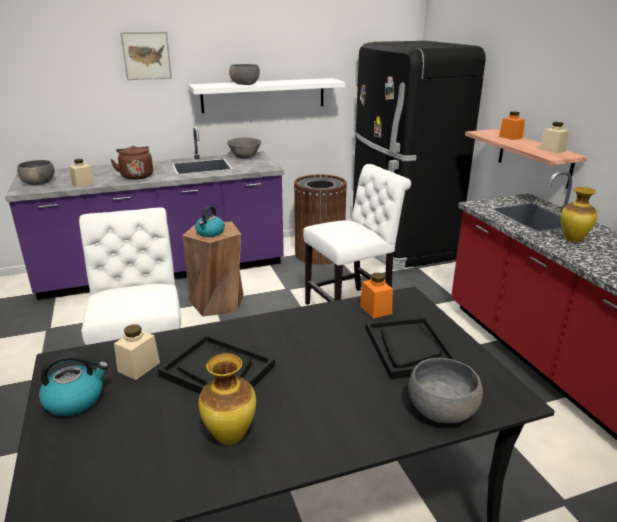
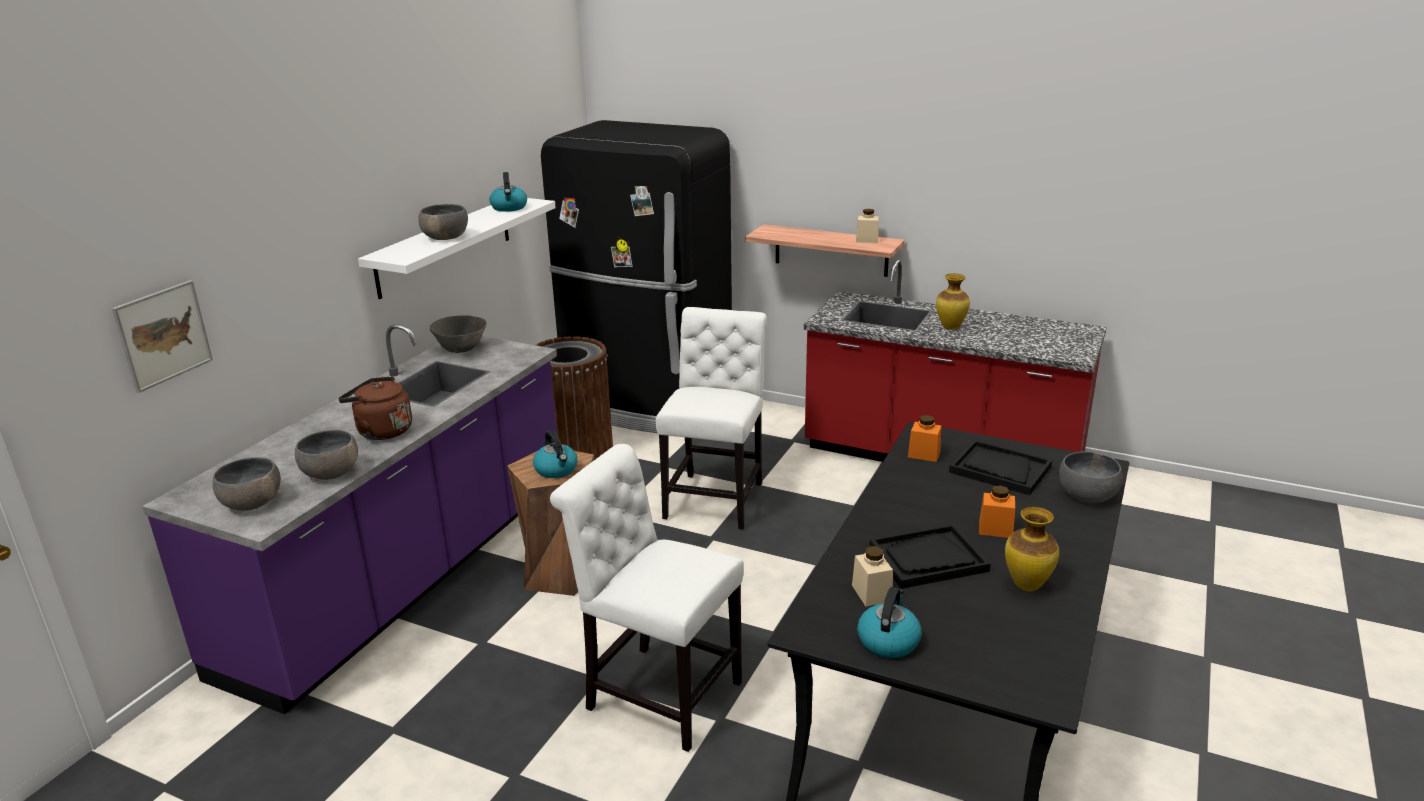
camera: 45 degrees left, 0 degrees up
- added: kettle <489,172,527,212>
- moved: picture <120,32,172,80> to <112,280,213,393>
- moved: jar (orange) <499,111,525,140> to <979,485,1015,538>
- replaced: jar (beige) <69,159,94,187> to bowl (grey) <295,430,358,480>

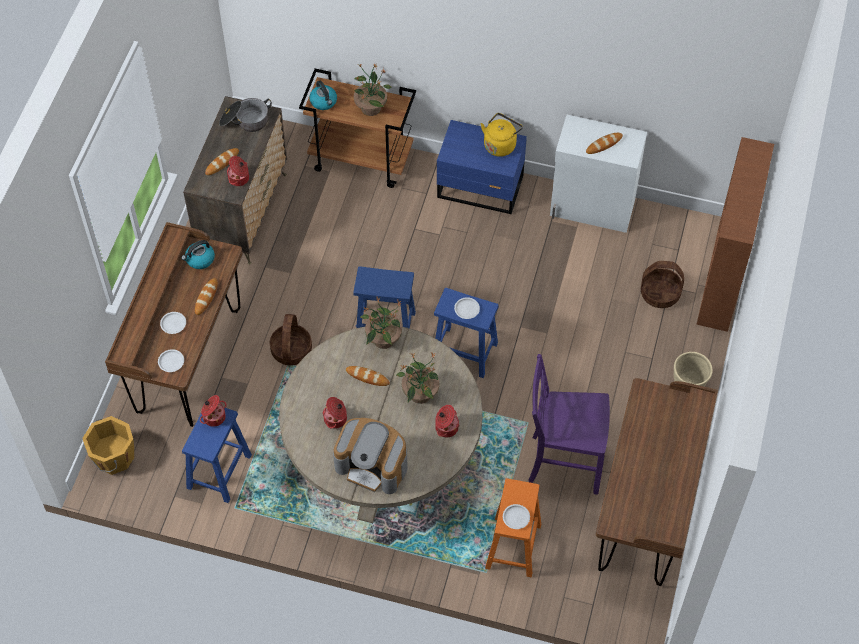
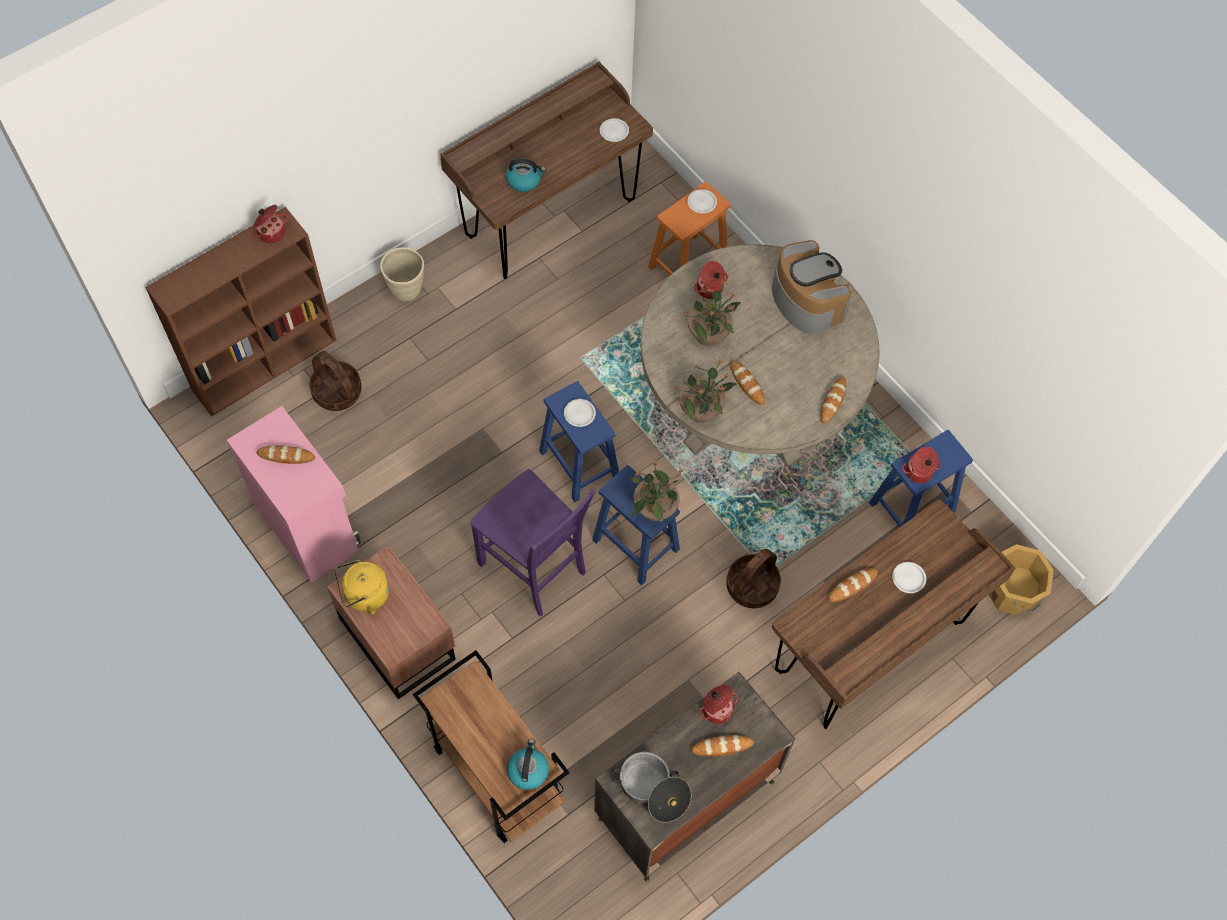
camera: 145 degrees left, 5 degrees up
- added: bread <820,377,846,424>
- moved: plate (white) <158,349,184,372> to <600,118,629,142>
- moved: kettle <181,240,215,269> to <506,158,546,192>
- moved: cooking pot <323,397,347,429> to <251,205,288,243>
- moved: potted plant <354,63,392,116> to <630,458,685,522>
- moved: chair (purple) <529,354,610,495> to <470,469,596,616>
- recoloured: nightstand (blue) <437,120,527,214> to nightstand (brown) <327,545,456,699>
- recoloured: cabinet (white) <550,115,647,233> to cabinet (pink) <227,406,361,583>

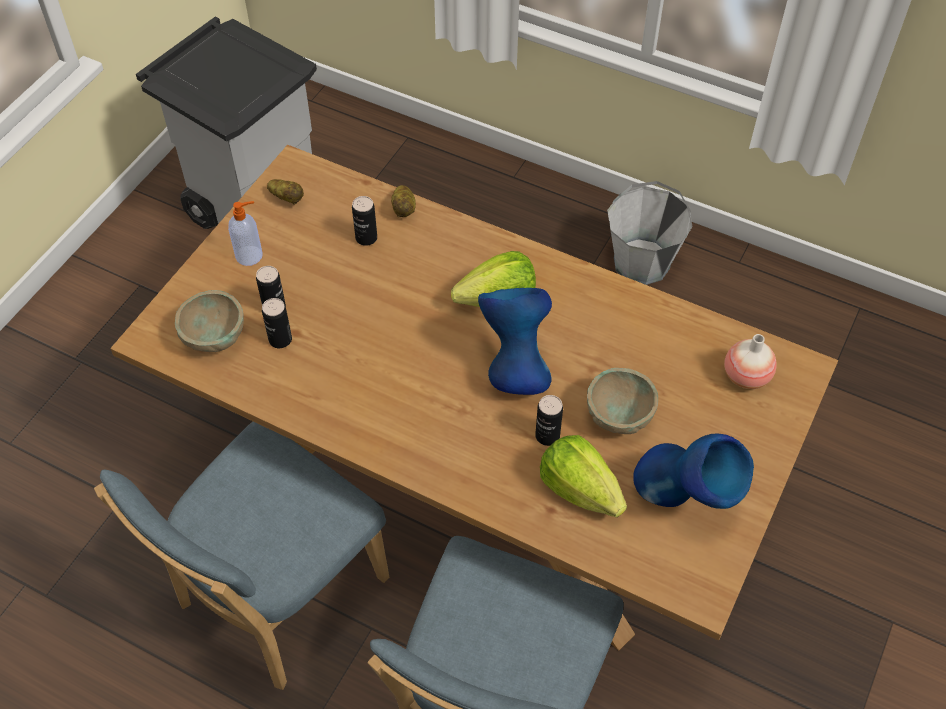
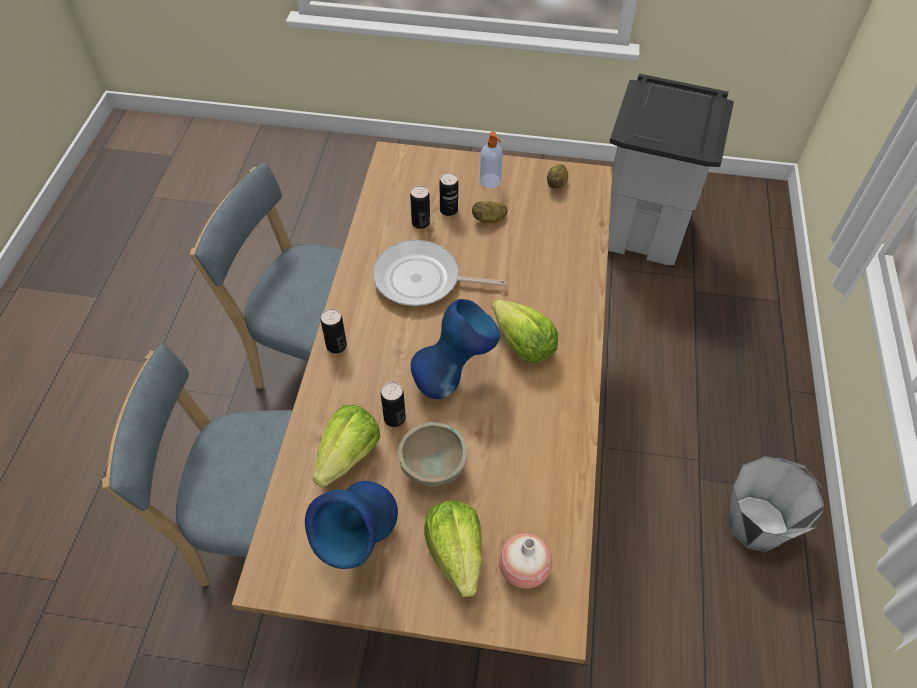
camera: 70 degrees right, 0 degrees up
- removed: bowl (beige) <175,290,244,352>
- added: frying pan <373,240,507,306>
- added: lettuce <424,501,482,597>
- moved: can <352,196,377,246> to <321,309,347,353>
- moved: potato <391,185,416,218> to <472,201,508,223>

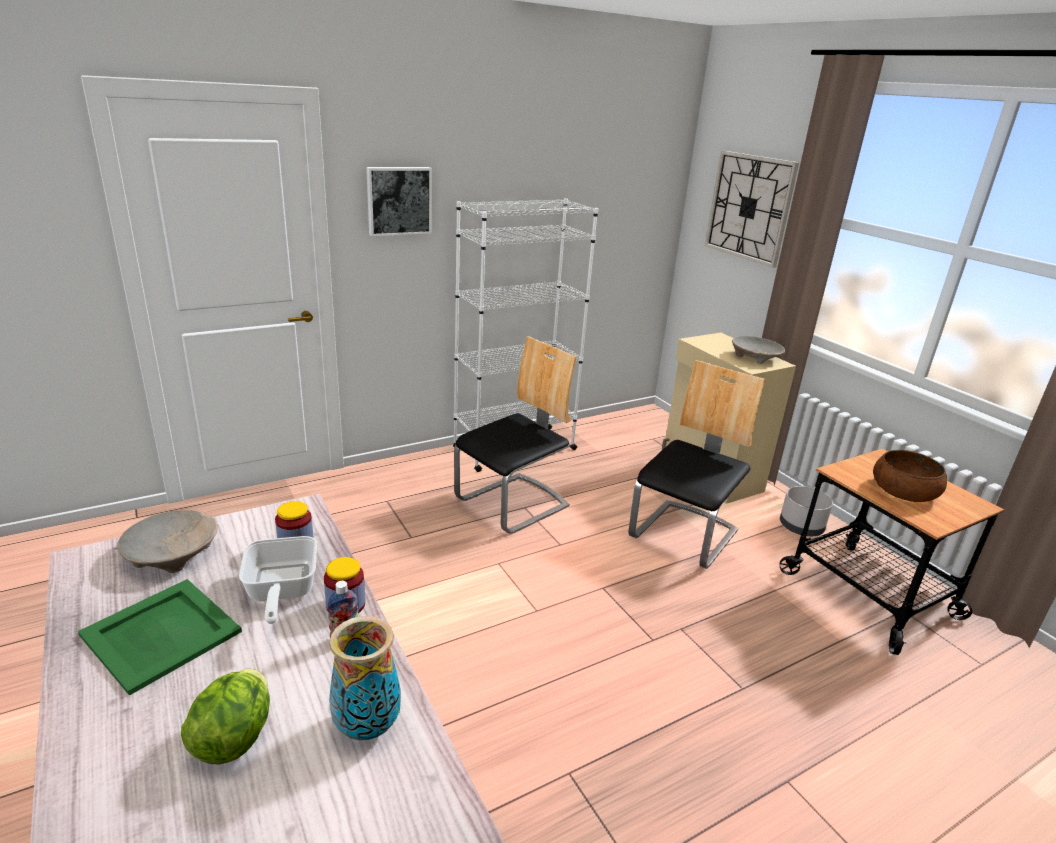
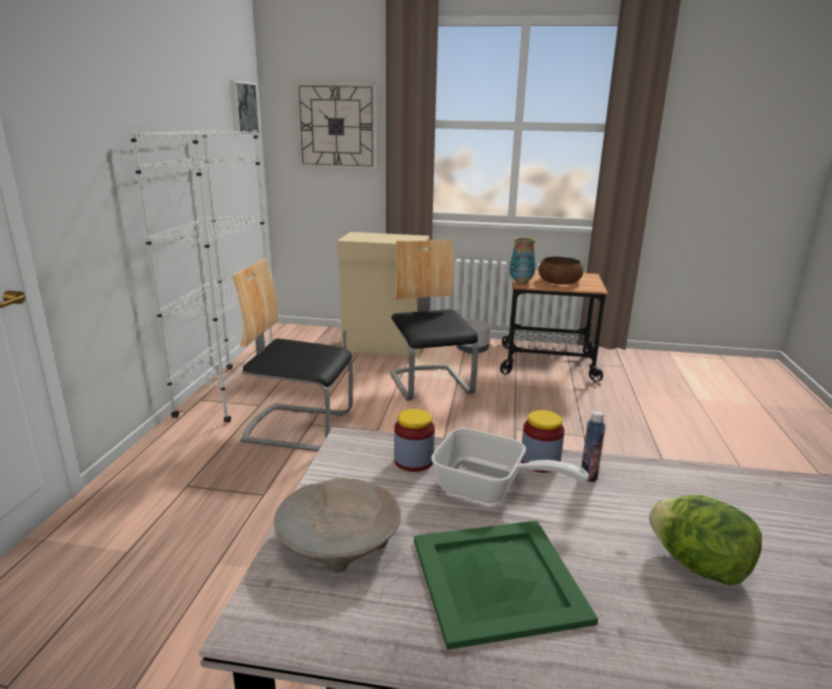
camera: 50 degrees left, 5 degrees down
- removed: bowl (beige) <732,336,785,364>
- moved: vase <329,616,401,740> to <509,237,536,284>
- moved: picture <366,167,432,236> to <229,80,260,136>
- turned: chair <454,336,576,534> = <232,258,353,451> 75 degrees counterclockwise

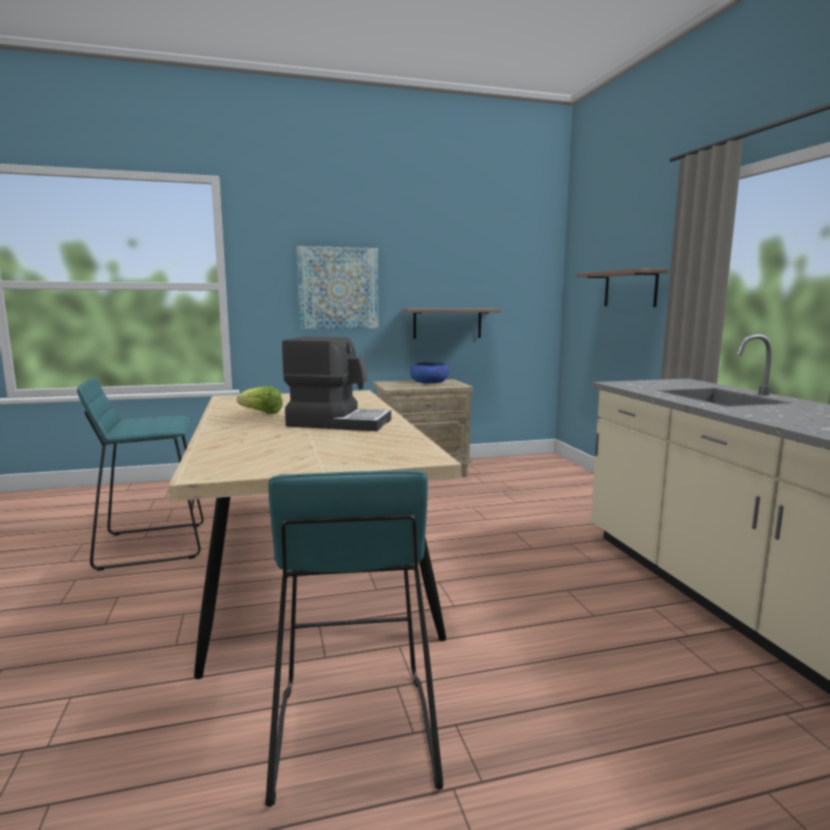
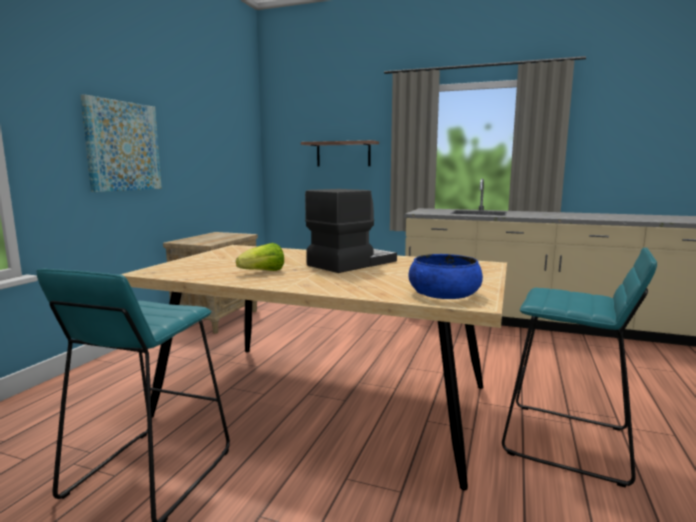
camera: 55 degrees left, 0 degrees up
- removed: shelf <403,309,501,339>
- moved: bowl (blue) <410,362,448,383> to <409,254,483,299>

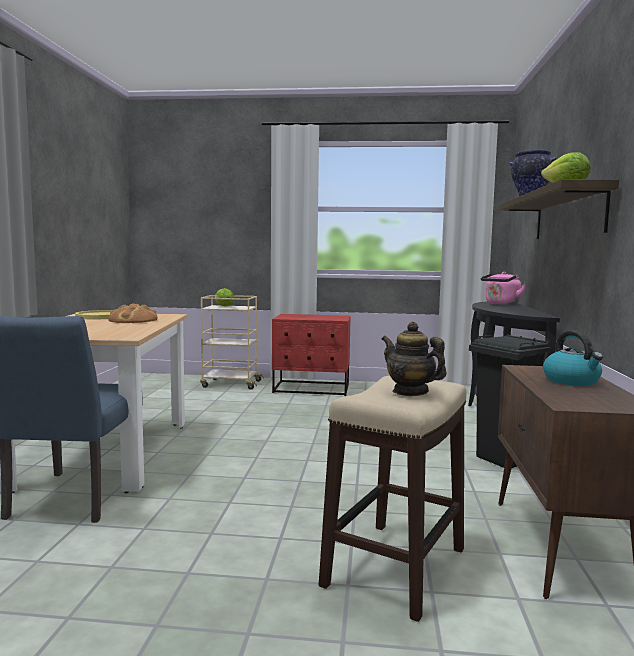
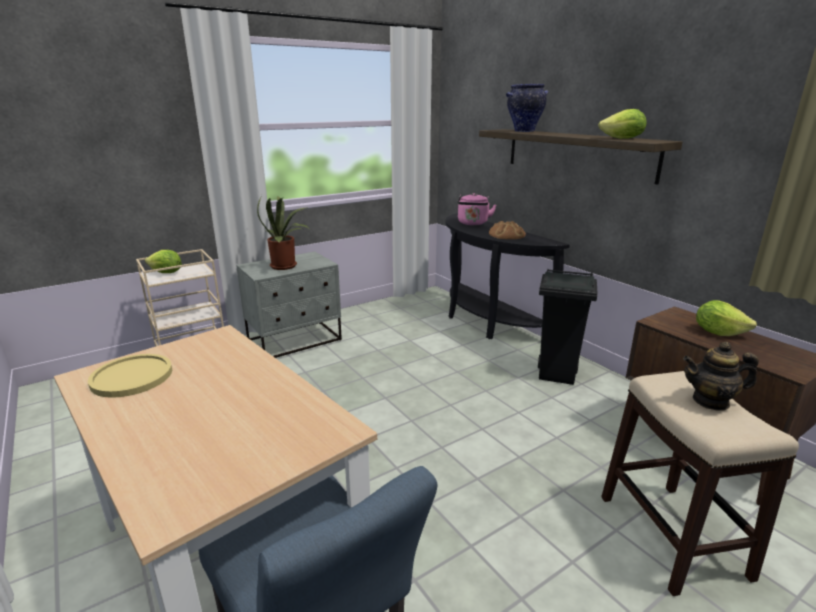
camera: 40 degrees left, 15 degrees up
- added: potted plant <257,195,308,270>
- moved: bread <108,303,157,323> to <489,221,526,239>
- replaced: kettle <543,330,603,386> to lettuce <696,300,757,336>
- recoloured: nightstand (red) <272,314,351,396> to nightstand (grey) <236,251,342,358>

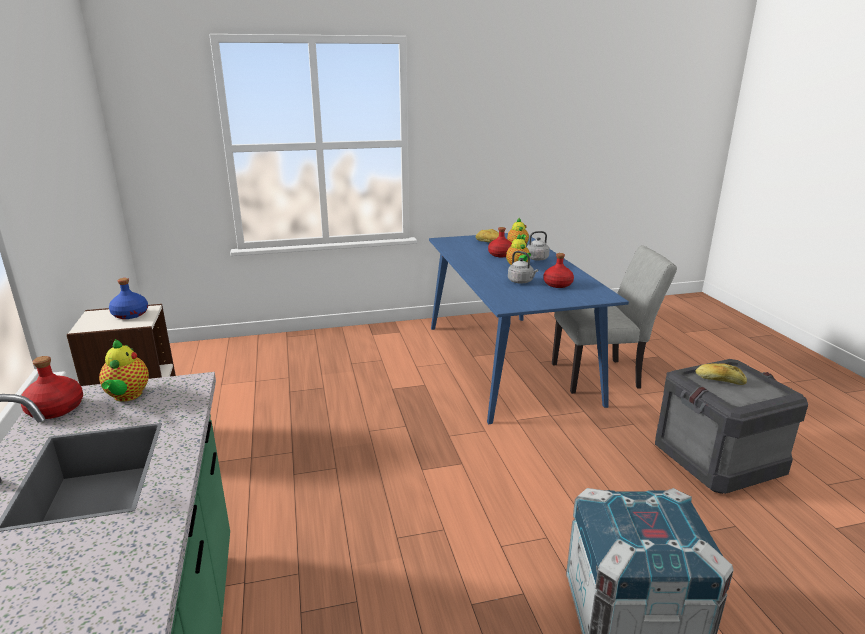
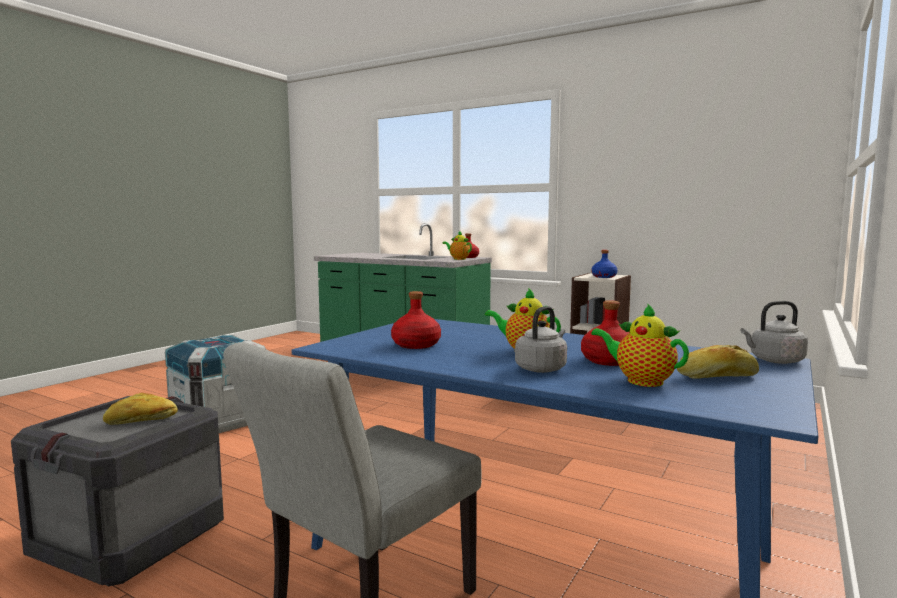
camera: 135 degrees right, 15 degrees down
- moved: kettle (grey) <508,251,538,283> to <740,301,808,364>

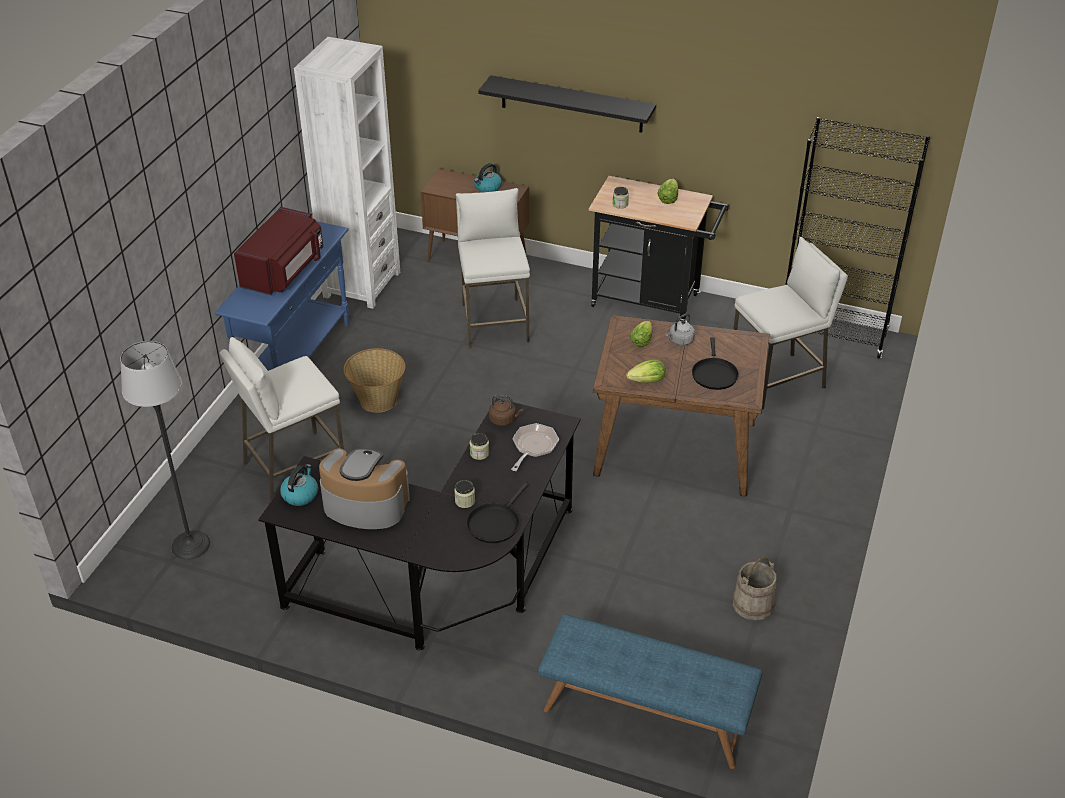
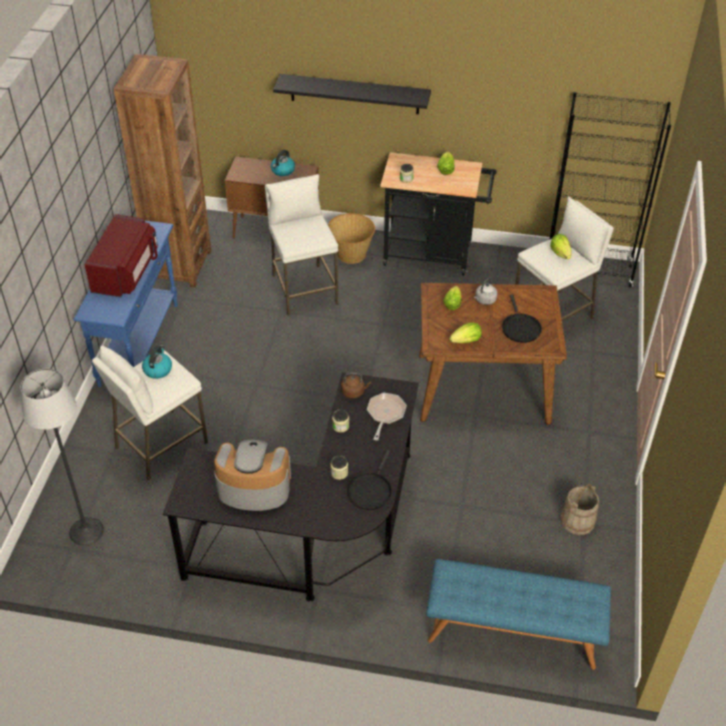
camera: 10 degrees left, 5 degrees up
- added: lettuce <550,234,571,259>
- moved: kettle <280,464,318,506> to <142,345,172,379>
- moved: basket <343,348,405,413> to <328,213,375,264>
- recoloured: bookcase (white) <294,37,400,309> to bookcase (brown) <114,54,211,288>

